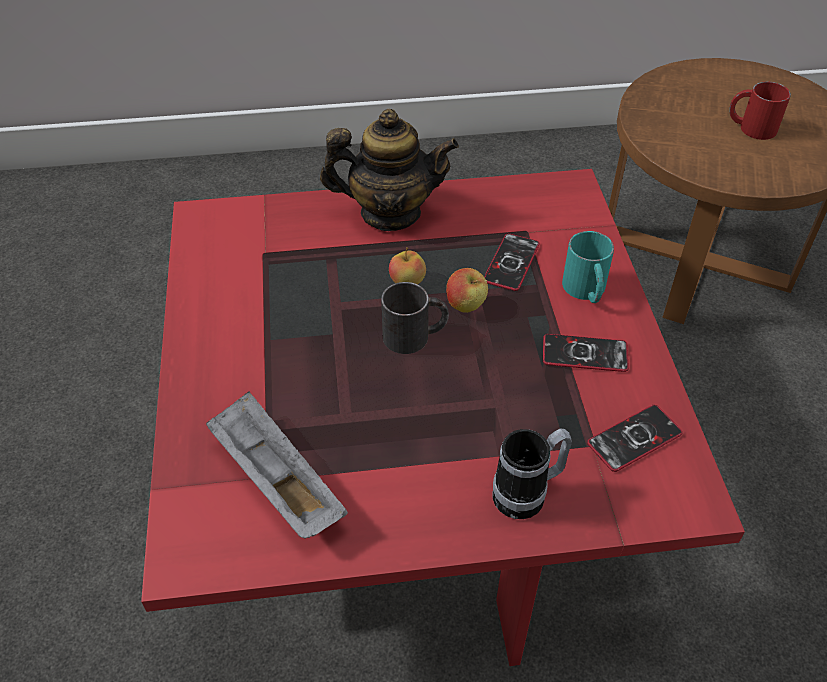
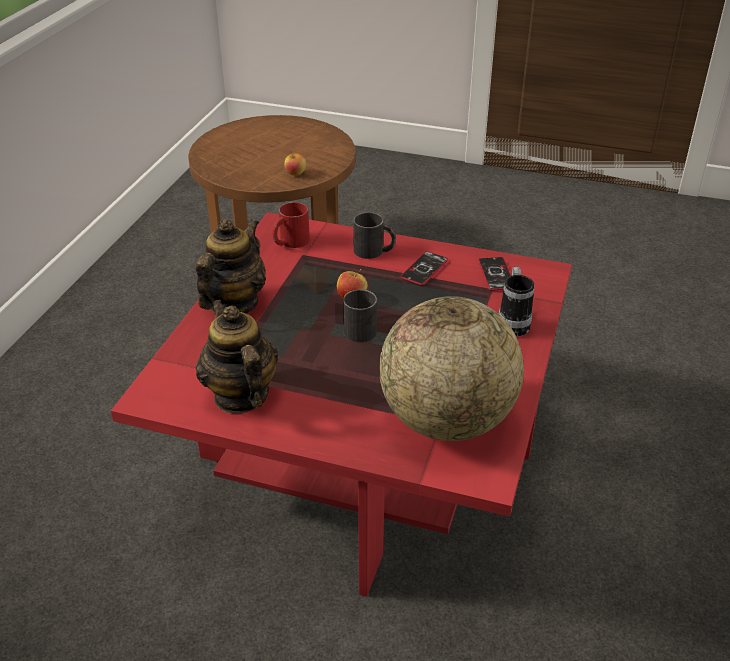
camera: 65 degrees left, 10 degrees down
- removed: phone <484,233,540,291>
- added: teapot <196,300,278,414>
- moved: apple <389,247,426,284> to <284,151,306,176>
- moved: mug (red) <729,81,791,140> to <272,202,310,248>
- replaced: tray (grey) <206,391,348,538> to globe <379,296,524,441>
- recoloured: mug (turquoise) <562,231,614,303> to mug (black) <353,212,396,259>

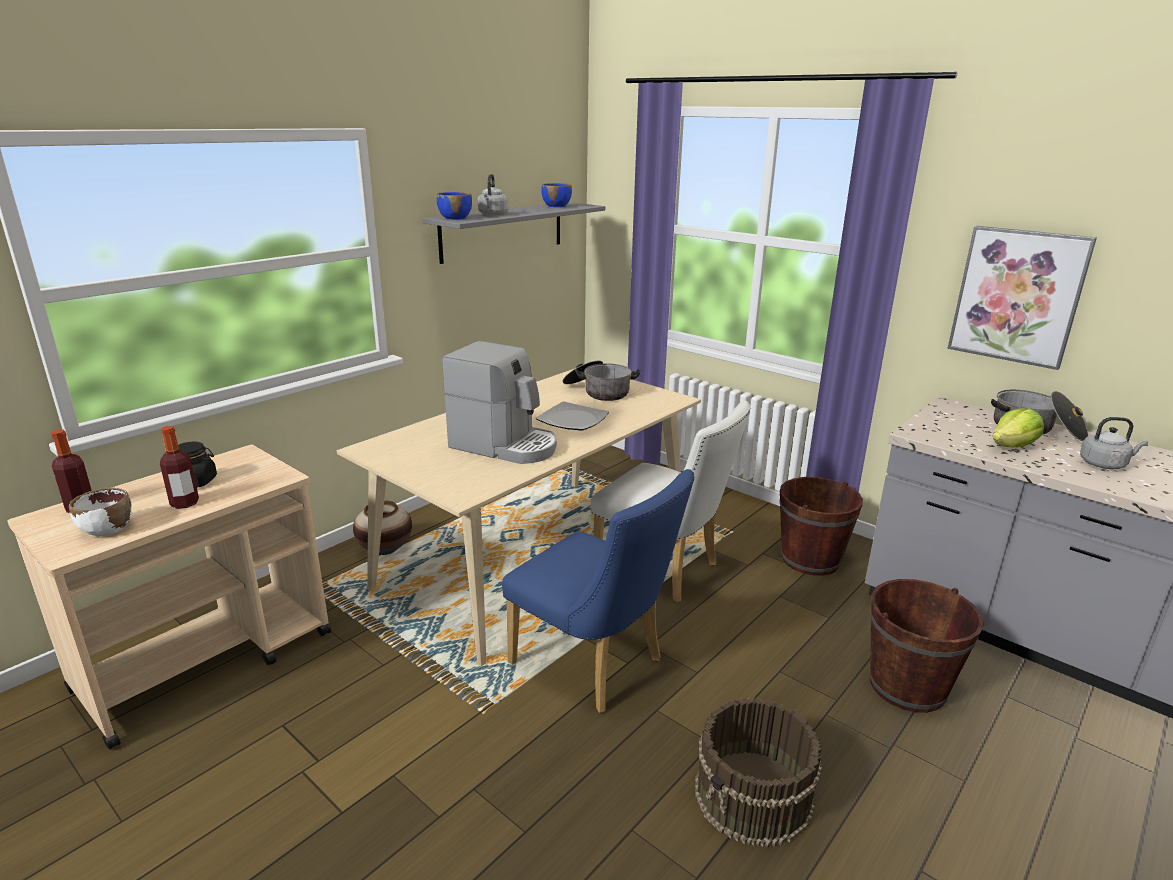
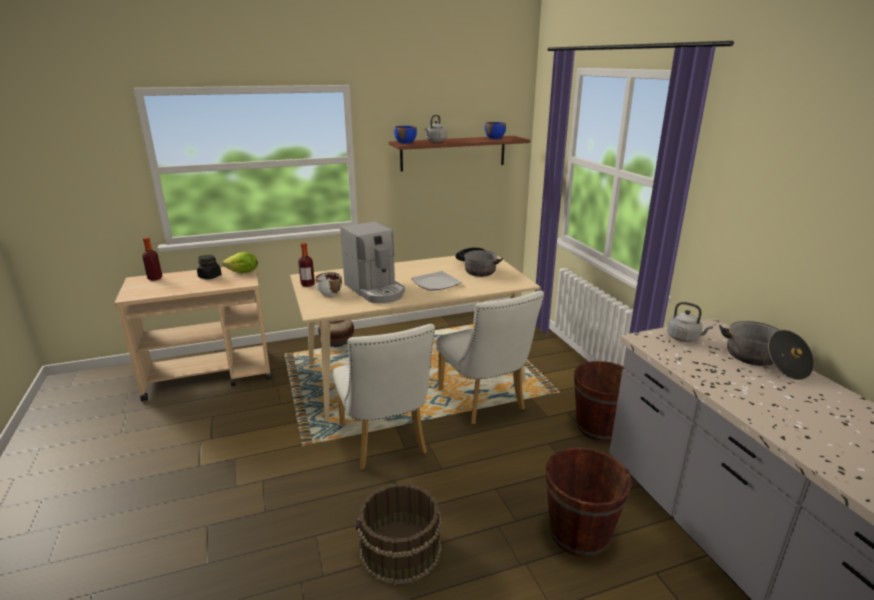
camera: 30 degrees right, 0 degrees up
- removed: picture <947,226,1097,370>
- moved: bowl (white) <69,487,132,537> to <315,272,342,296>
- moved: bottle <160,426,199,509> to <298,243,315,287>
- moved: lettuce <993,408,1044,448> to <222,252,258,273>
- moved: kettle (grey) <1080,417,1148,469> to <667,302,713,342>
- recoloured: shelf (grey) <423,202,605,264> to shelf (brown) <389,136,530,172>
- recoloured: chair (blue) <502,469,695,713> to chair (white) <333,324,435,469>

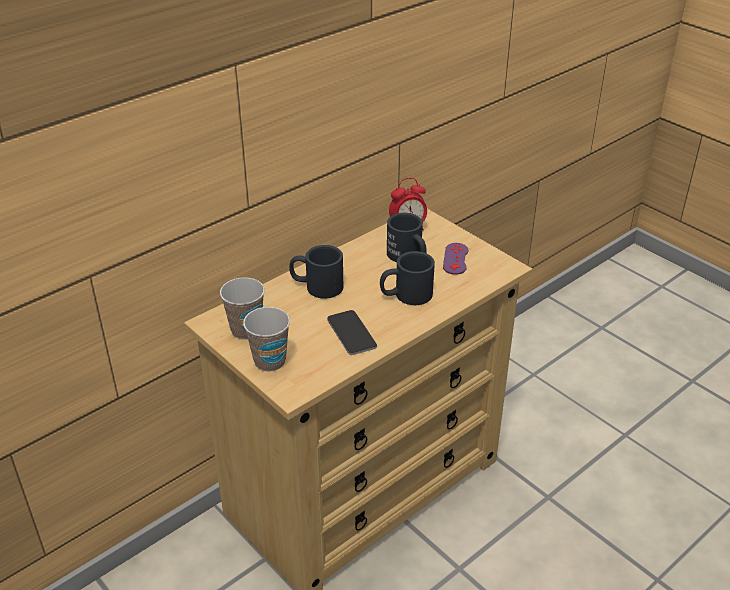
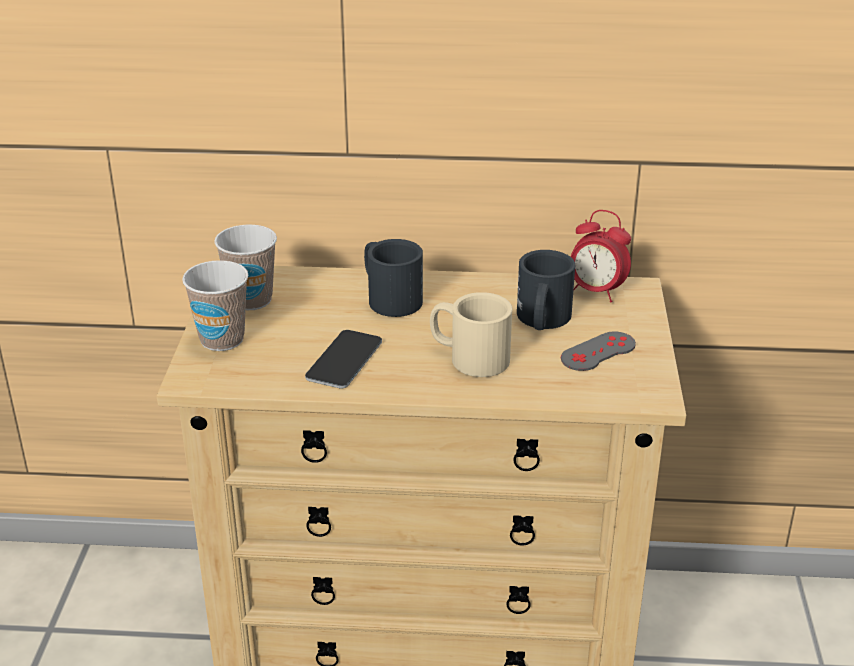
camera: 45 degrees right, 5 degrees down
- recoloured: mug (black) <380,251,435,305> to mug (beige) <430,292,512,377>
- recoloured: game controller (purple) <443,243,468,275> to game controller (grey) <561,331,636,371>

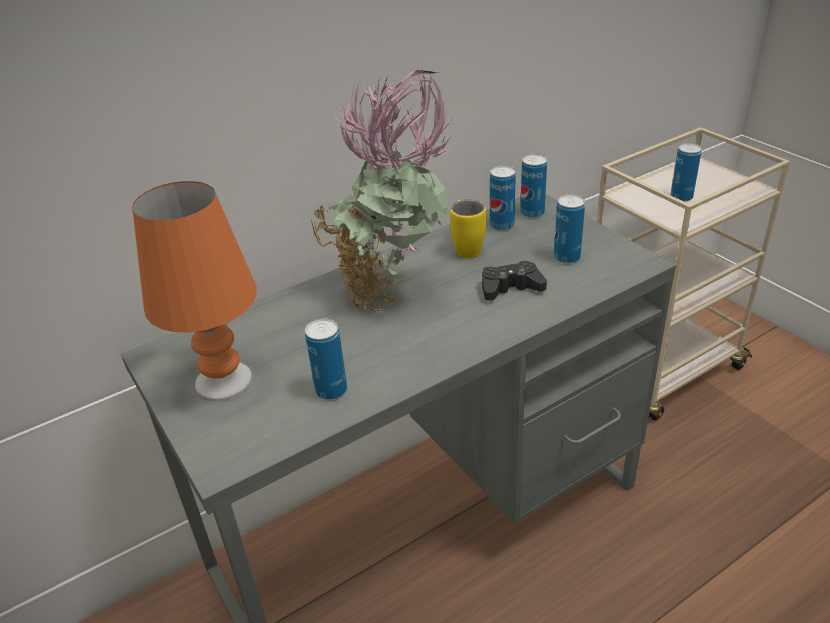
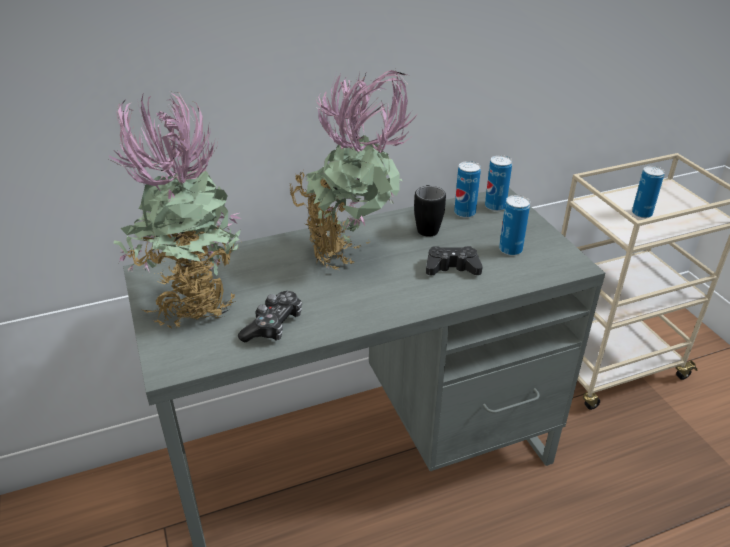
camera: 10 degrees right, 0 degrees up
- replaced: table lamp (orange) <132,181,257,402> to potted plant <108,92,242,331>
- replaced: can <305,319,347,400> to game controller <238,291,302,343>
- recoloured: mug (yellow) <450,200,486,258> to mug (black) <414,185,446,237>

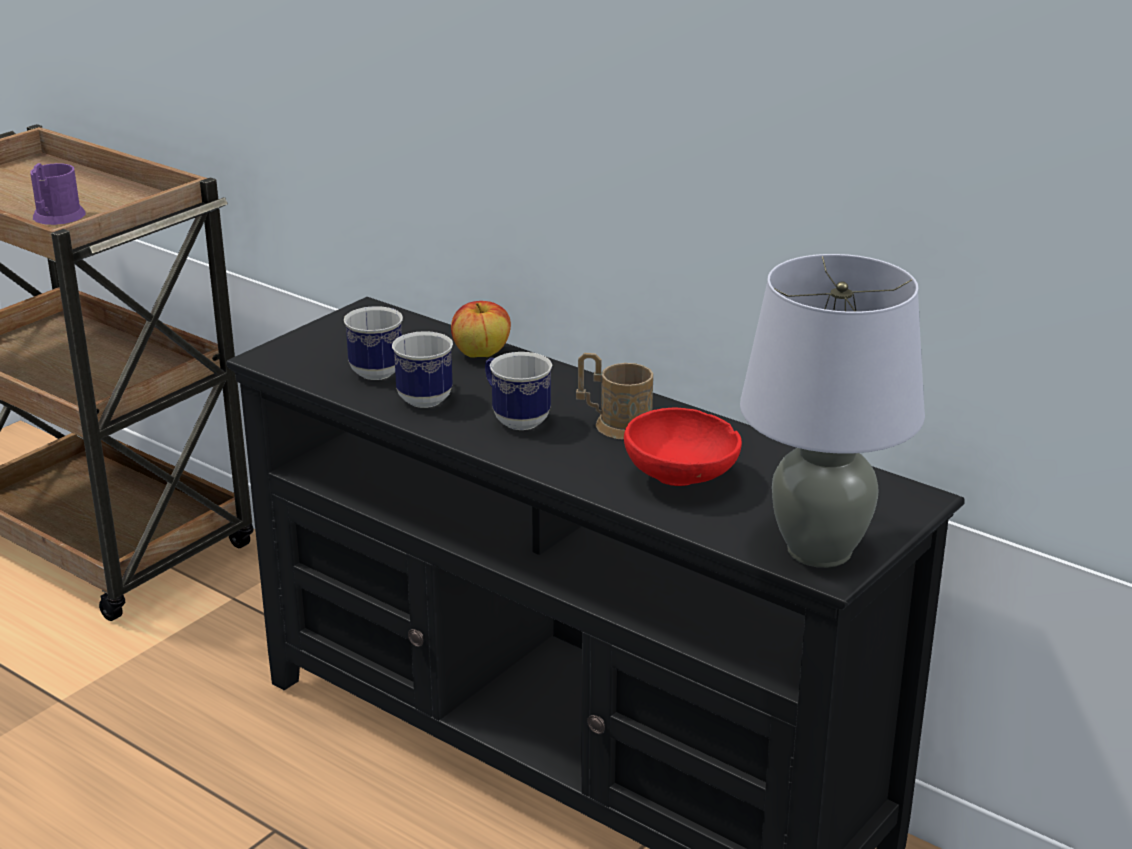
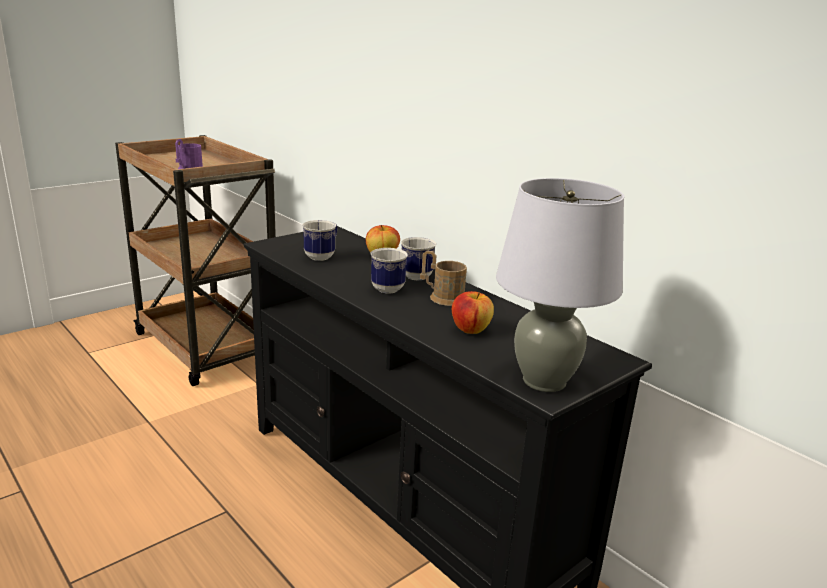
camera: 10 degrees right, 5 degrees down
- moved: mug <392,331,453,408> to <401,237,436,280>
- replaced: bowl (red) <624,408,742,486> to apple <452,291,494,334>

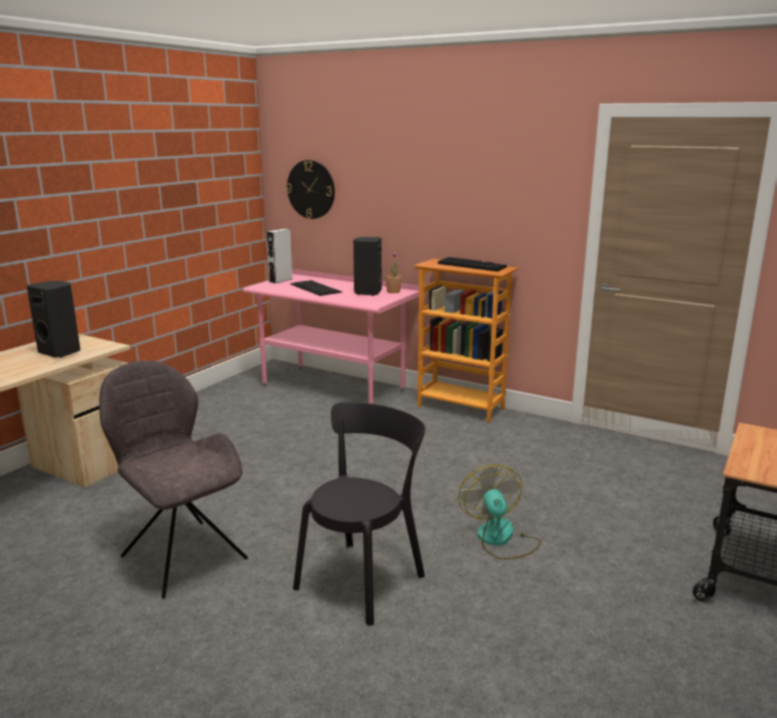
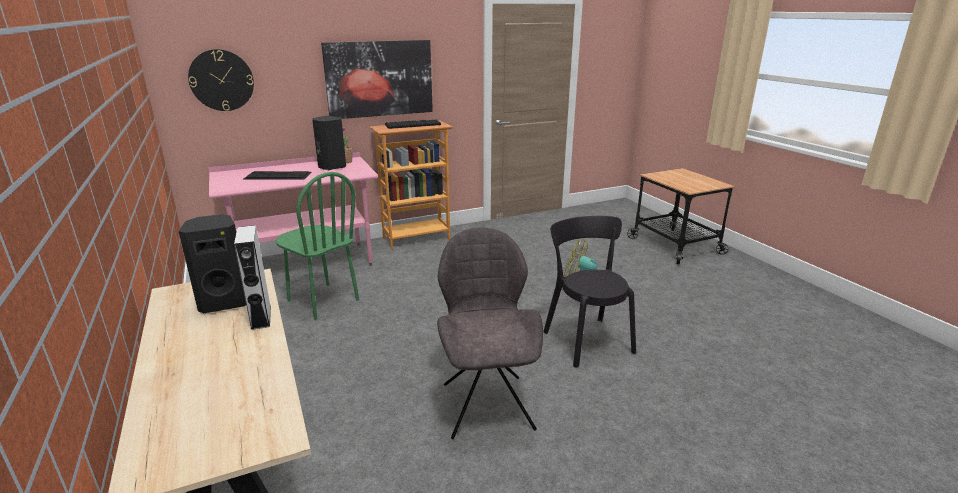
camera: 55 degrees left, 5 degrees up
- added: chair (green) <276,172,359,320>
- added: picture <321,40,433,119>
- moved: speaker (grey) <267,229,292,284> to <234,225,271,330>
- turned: chair (grey) <99,361,248,598> = <437,227,543,439> 90 degrees clockwise

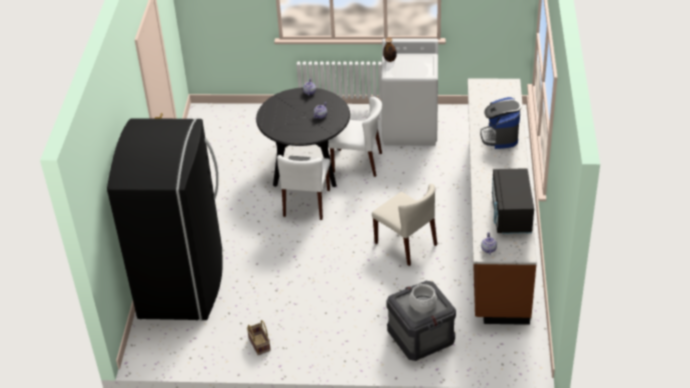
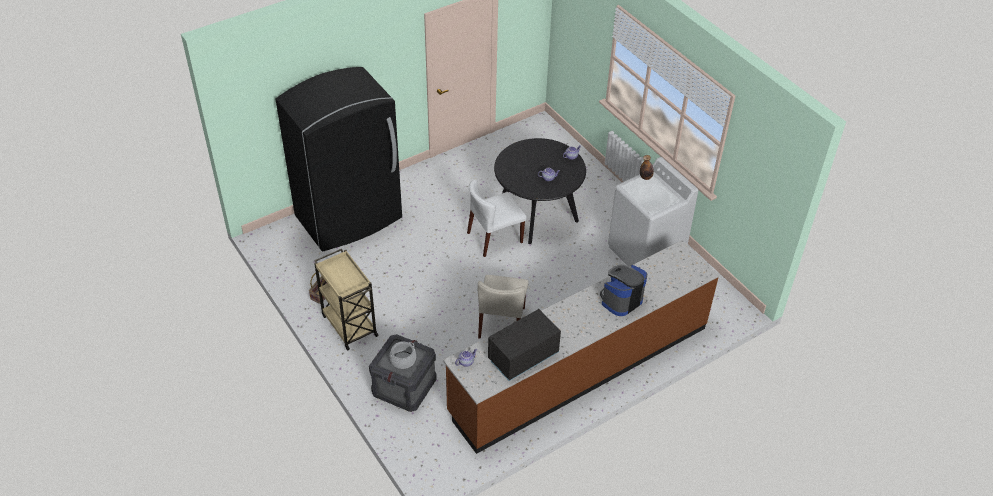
camera: 50 degrees right, 5 degrees up
- removed: chair (white) <328,97,382,177>
- added: cart (beige) <314,249,379,351>

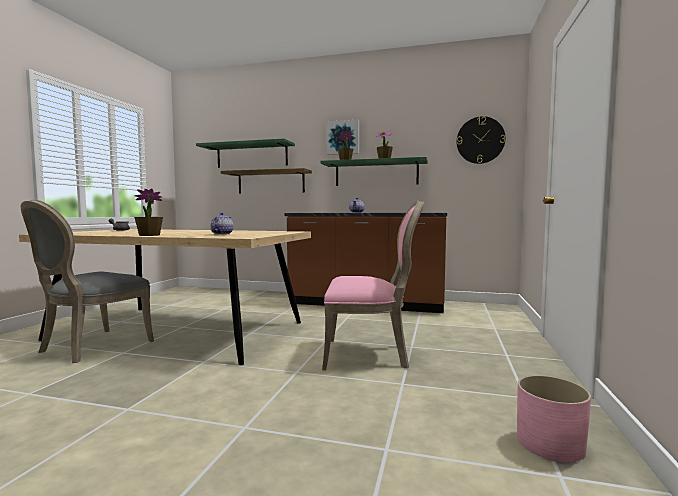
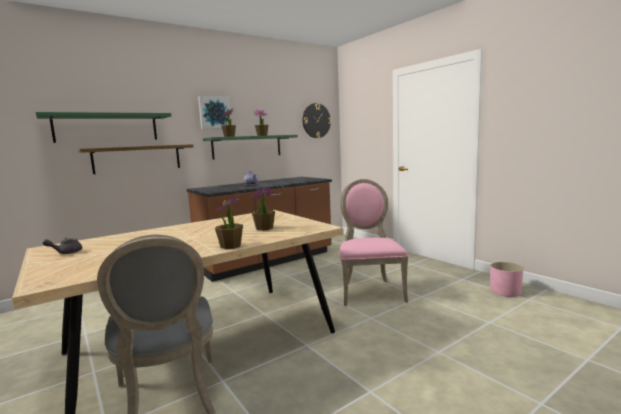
camera: 50 degrees left, 5 degrees up
- replaced: teapot <210,212,233,235> to potted plant <251,187,275,231>
- turned: chair (pink) <322,200,424,370> = <339,179,409,306> 45 degrees counterclockwise

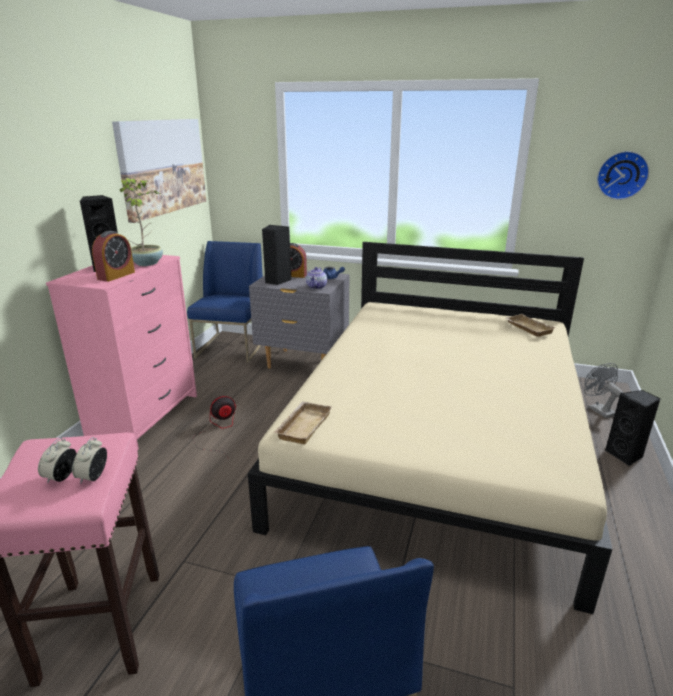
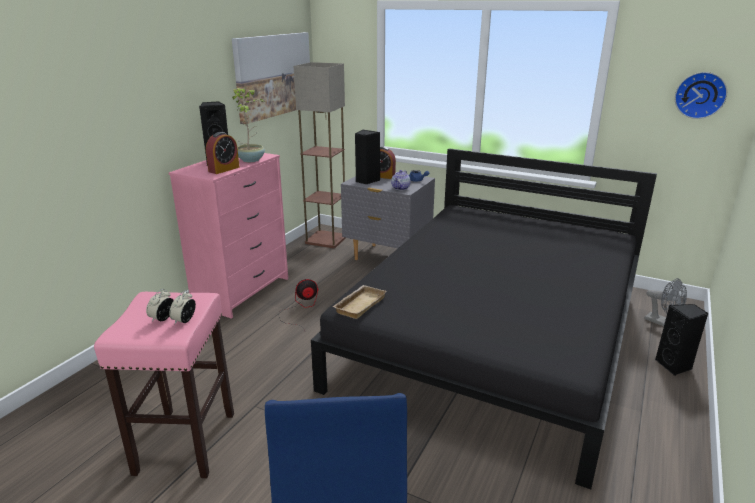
camera: 10 degrees right, 0 degrees up
- removed: tray (beige) <505,314,557,337>
- replaced: chair (blue) <187,241,263,363> to floor lamp <294,62,346,248>
- recoloured: bed (beige) <248,242,612,614> to bed (black) <311,148,657,489>
- turned: fan (grey) <584,363,623,418> = <644,278,687,327> 150 degrees clockwise

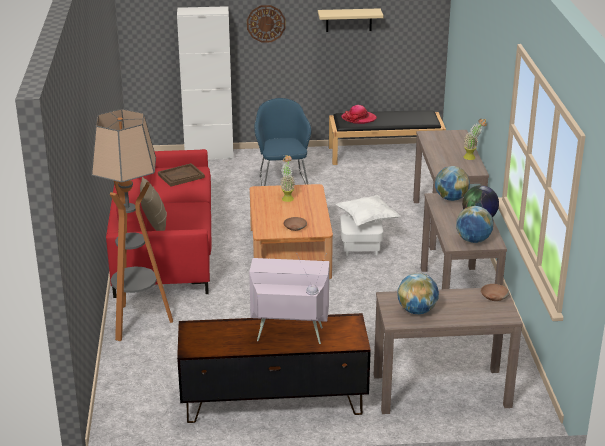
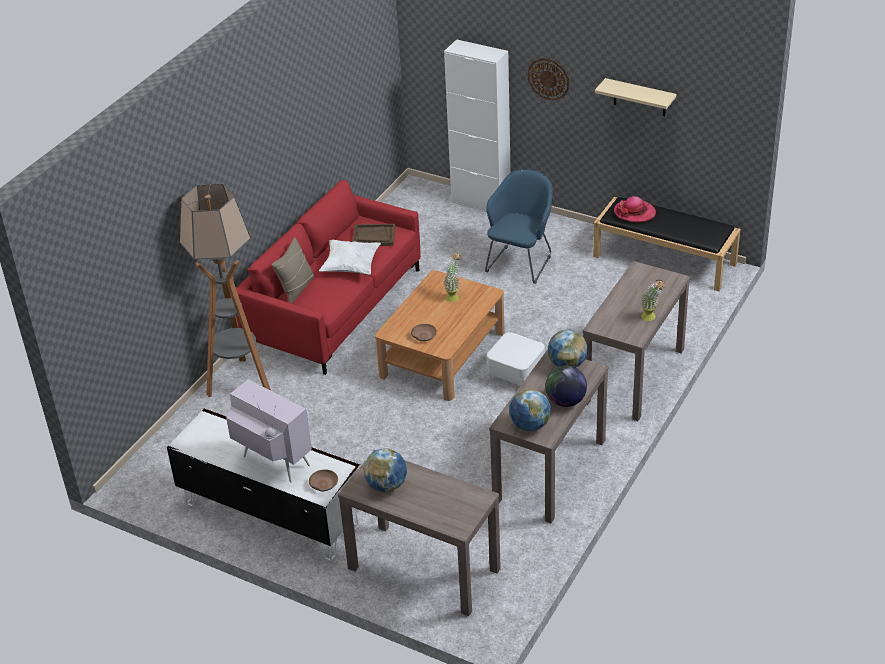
camera: 35 degrees right, 10 degrees up
- moved: pillow (white) <336,195,400,226> to <319,240,381,275>
- moved: bowl (brown) <481,284,509,301> to <309,469,338,491>
- recoloured: tv stand (brown) <177,313,371,423> to tv stand (white) <167,409,360,561>

